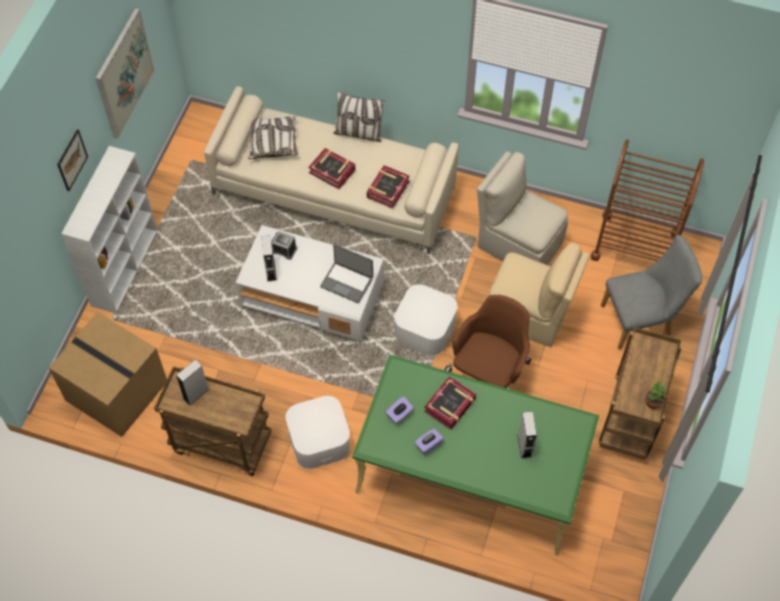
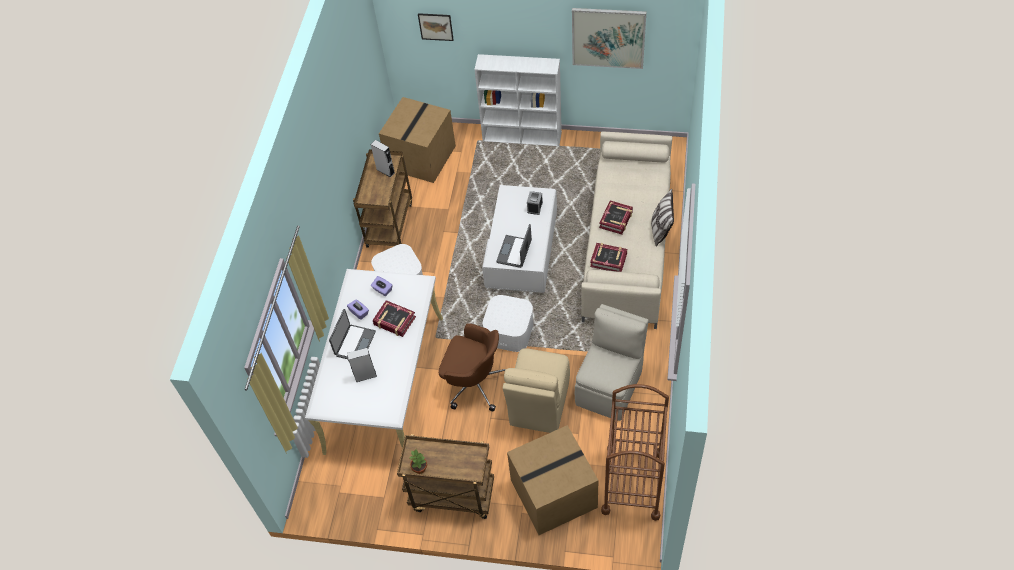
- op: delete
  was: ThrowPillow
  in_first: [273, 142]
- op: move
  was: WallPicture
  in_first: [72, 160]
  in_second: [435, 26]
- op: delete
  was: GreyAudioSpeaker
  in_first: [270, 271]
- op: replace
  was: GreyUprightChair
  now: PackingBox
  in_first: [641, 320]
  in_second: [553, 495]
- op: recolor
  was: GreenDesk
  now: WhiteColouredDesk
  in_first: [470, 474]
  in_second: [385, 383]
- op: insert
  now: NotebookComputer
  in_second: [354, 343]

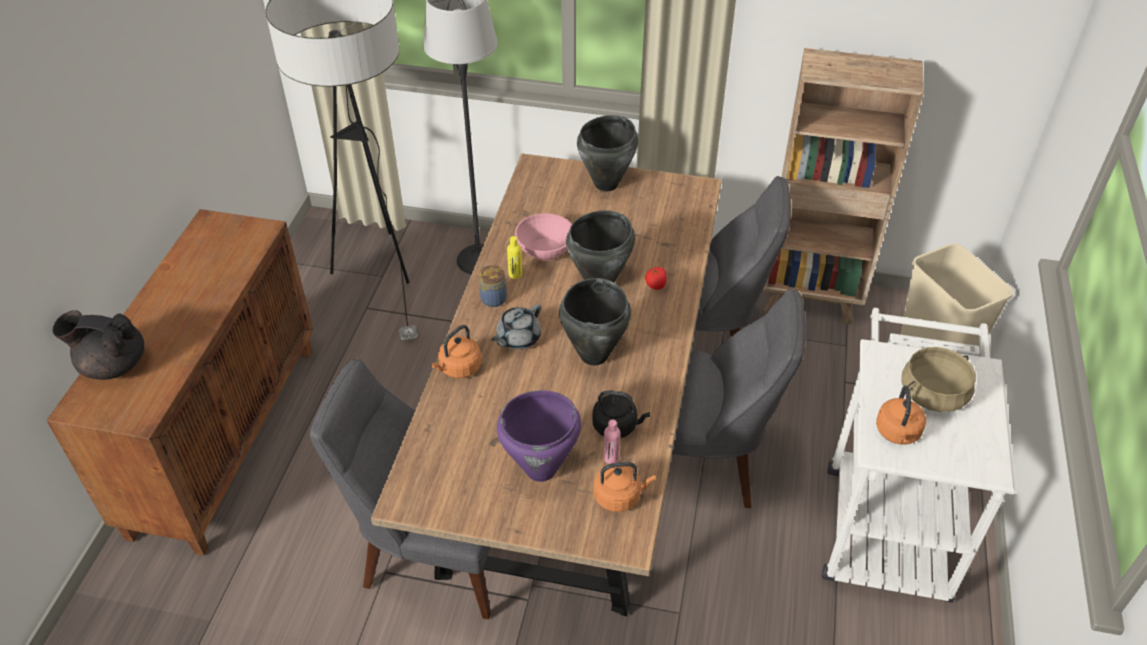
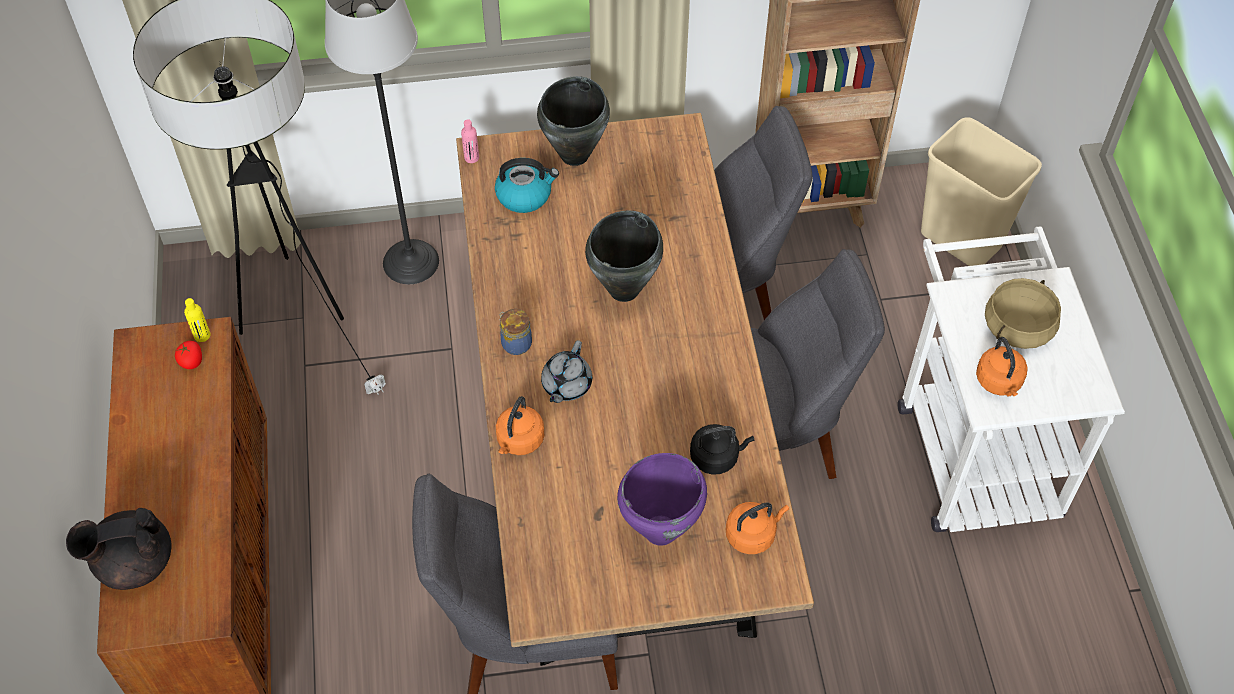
- op: delete
  was: PinkServingBowl
  in_first: [544, 249]
- op: move
  was: YellowBottle
  in_first: [515, 274]
  in_second: [202, 335]
- op: move
  was: WholeTomato
  in_first: [656, 285]
  in_second: [191, 361]
- op: delete
  was: BlackishStockpot
  in_first: [593, 355]
- op: move
  was: PinkBottle
  in_first: [611, 458]
  in_second: [471, 158]
- op: insert
  now: Kettle
  in_second: [525, 195]

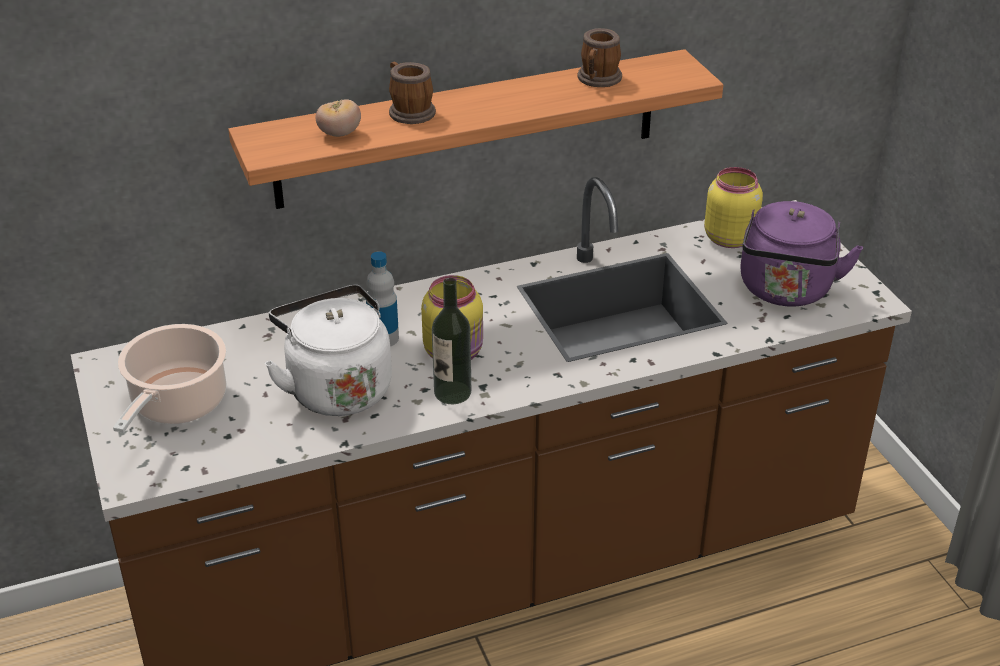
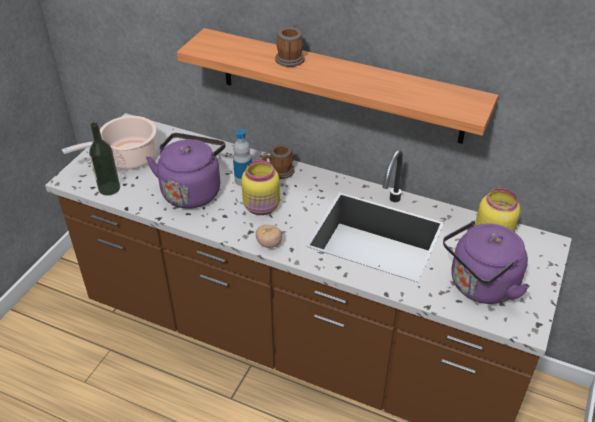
- op: move
  was: Mug
  in_first: [598, 80]
  in_second: [278, 172]
- op: move
  was: WholeTomato
  in_first: [339, 134]
  in_second: [269, 244]
- op: move
  was: Bottle
  in_first: [452, 392]
  in_second: [109, 188]
- op: recolor
  was: WhiteColouredKettle
  now: PurpleColouredKettle
  in_first: [336, 387]
  in_second: [192, 190]

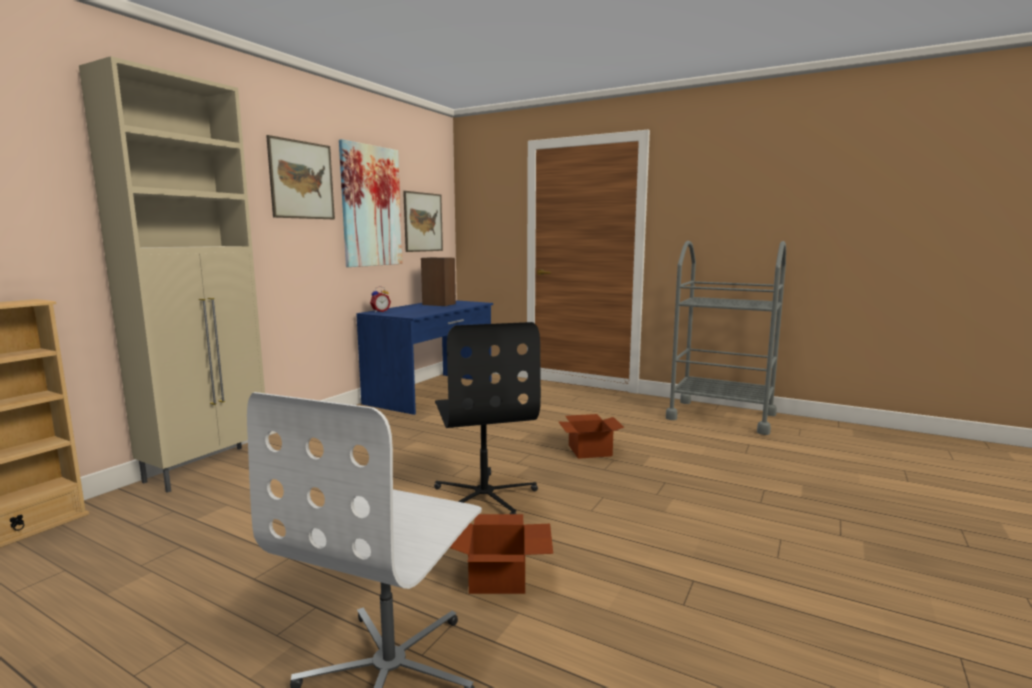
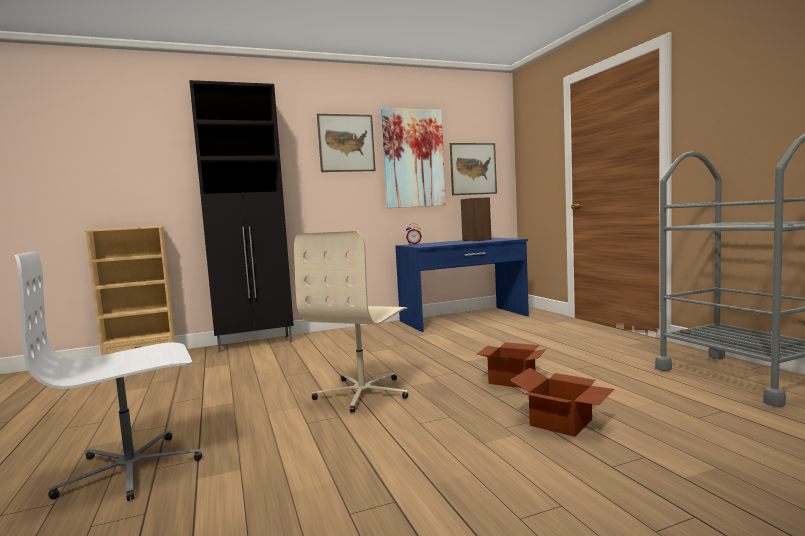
- op: recolor
  was: BeigeCupboard
  now: BlackishCupboard
  in_first: [209, 467]
  in_second: [256, 344]
- op: recolor
  was: BlackishDeskChair
  now: BeigeDeskChair
  in_first: [485, 496]
  in_second: [363, 393]
- op: move
  was: PackingBox
  in_first: [499, 577]
  in_second: [562, 423]

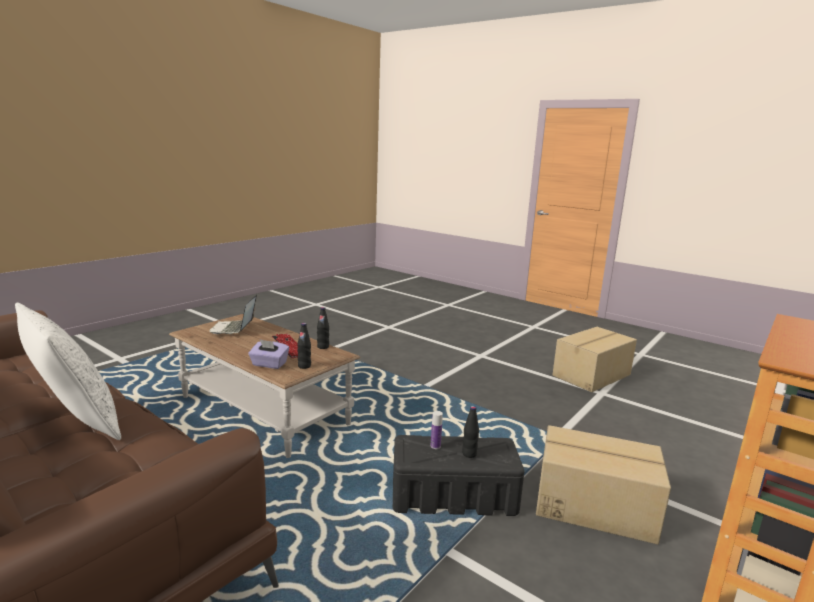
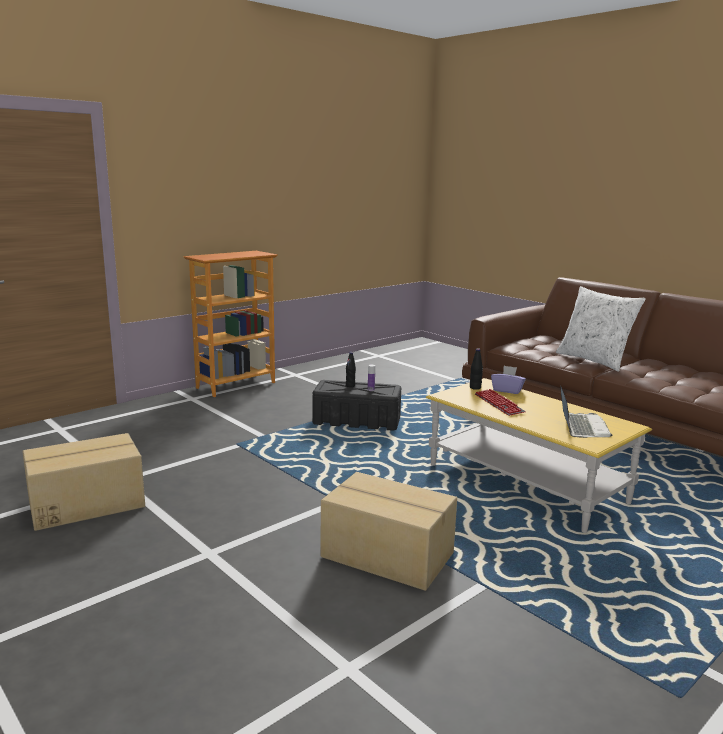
- op: delete
  was: BlackishBottle
  in_first: [323, 347]
- op: recolor
  was: BrownLowTable
  now: YellowLowTable
  in_first: [263, 411]
  in_second: [525, 484]
- op: move
  was: PackingBox
  in_first: [594, 505]
  in_second: [387, 556]

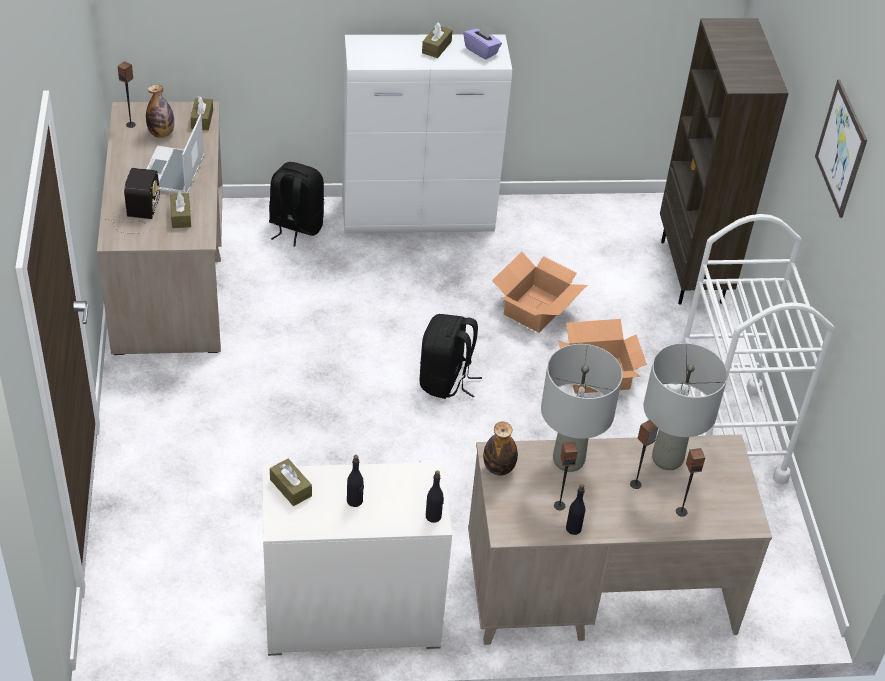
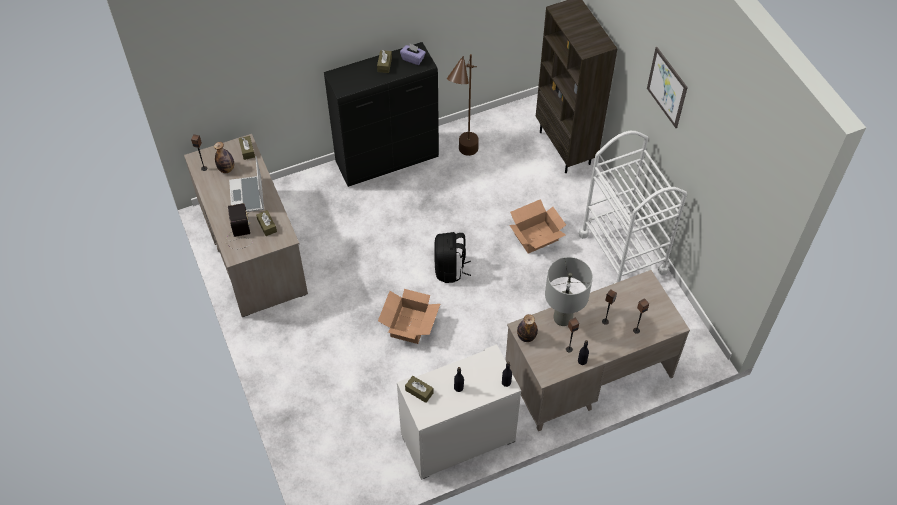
- op: recolor
  was: WhiteColouredCupboard
  now: BlackishCupboard
  in_first: [419, 217]
  in_second: [388, 160]
- op: delete
  was: BlackishKnapsack
  in_first: [295, 226]
- op: move
  was: PackingBox
  in_first: [534, 308]
  in_second: [409, 325]
- op: delete
  was: GreyLampForATable
  in_first: [666, 458]
- op: insert
  now: BrownStandardLamp
  in_second: [463, 160]

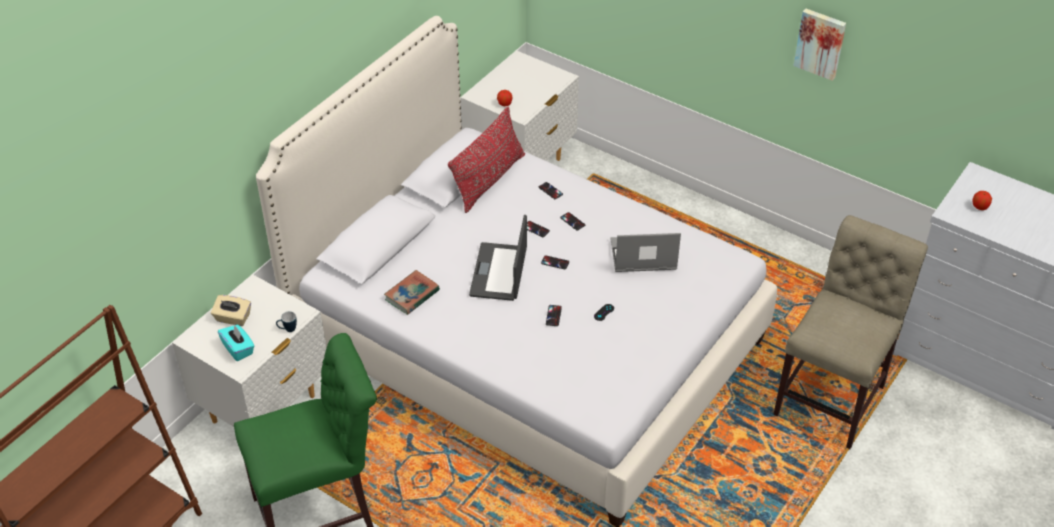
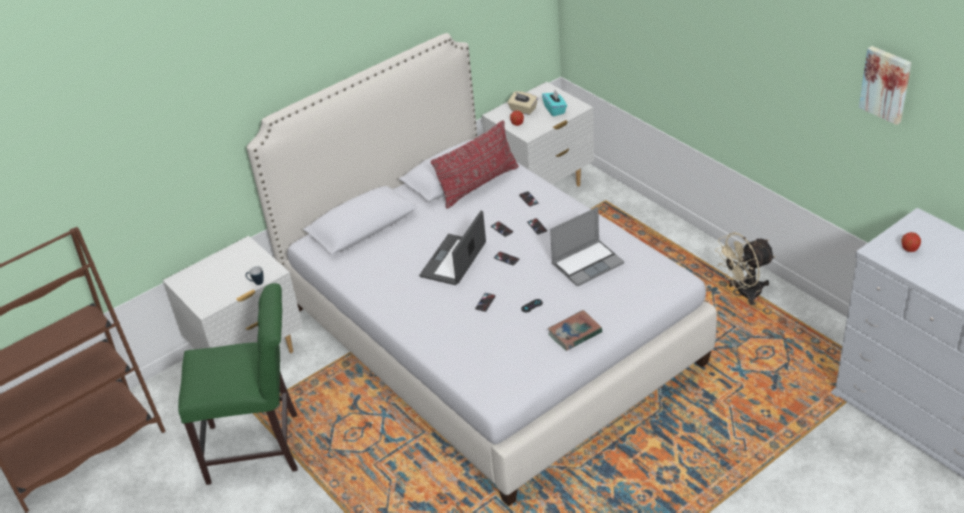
- op: move
  was: WallPicture
  in_first: [820, 43]
  in_second: [886, 84]
- op: delete
  was: BeigeUprightChair
  in_first: [833, 396]
- op: rotate
  was: NotebookComputer
  in_first: [642, 256]
  in_second: [587, 263]
  clockwise: 135
- op: move
  was: BoundBook
  in_first: [412, 295]
  in_second: [575, 333]
- op: move
  was: BeigeBoxOfTissues
  in_first: [233, 318]
  in_second: [523, 110]
- op: move
  was: TurquoiseColouredBoxOfTissues
  in_first: [238, 349]
  in_second: [555, 110]
- op: insert
  now: BeigeElectricFan
  in_second: [743, 293]

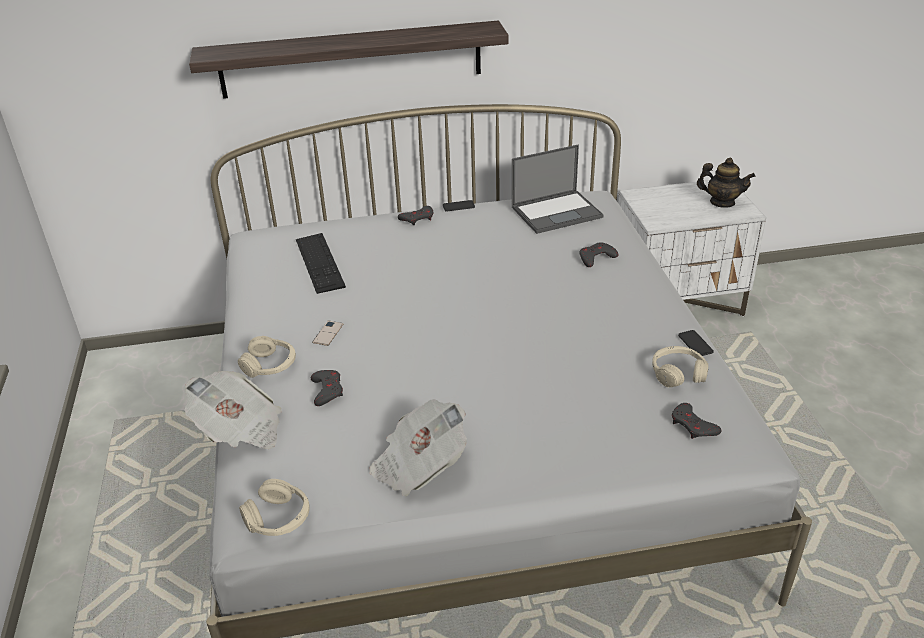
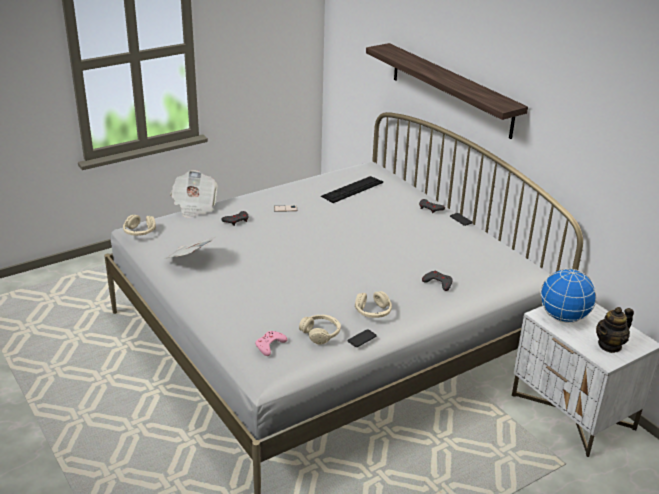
- op: delete
  was: NotebookComputer
  in_first: [557, 212]
- op: rotate
  was: Teapot
  in_first: [722, 202]
  in_second: [610, 345]
  clockwise: 60
- op: move
  was: BeigePairOfHeadphones
  in_first: [270, 365]
  in_second: [373, 312]
- op: recolor
  was: GreyJoypad
  now: PinkJoypad
  in_first: [693, 426]
  in_second: [270, 345]
- op: insert
  now: WorldGlobe
  in_second: [563, 317]

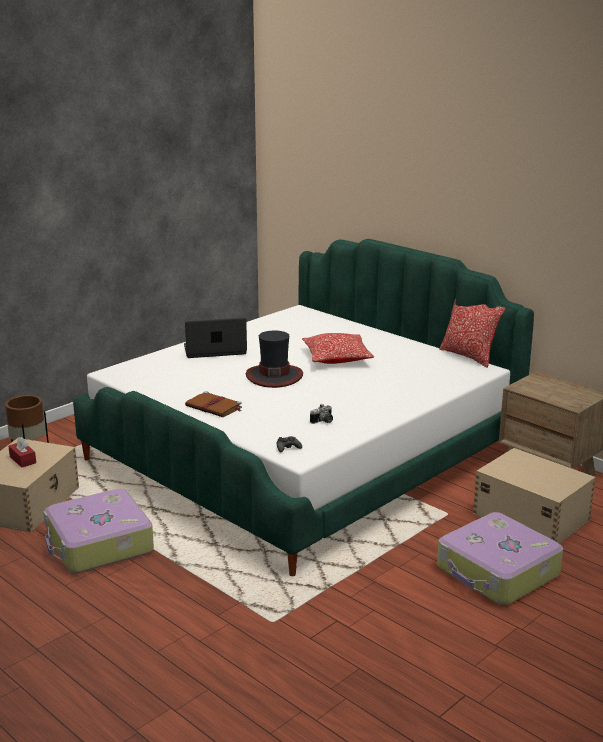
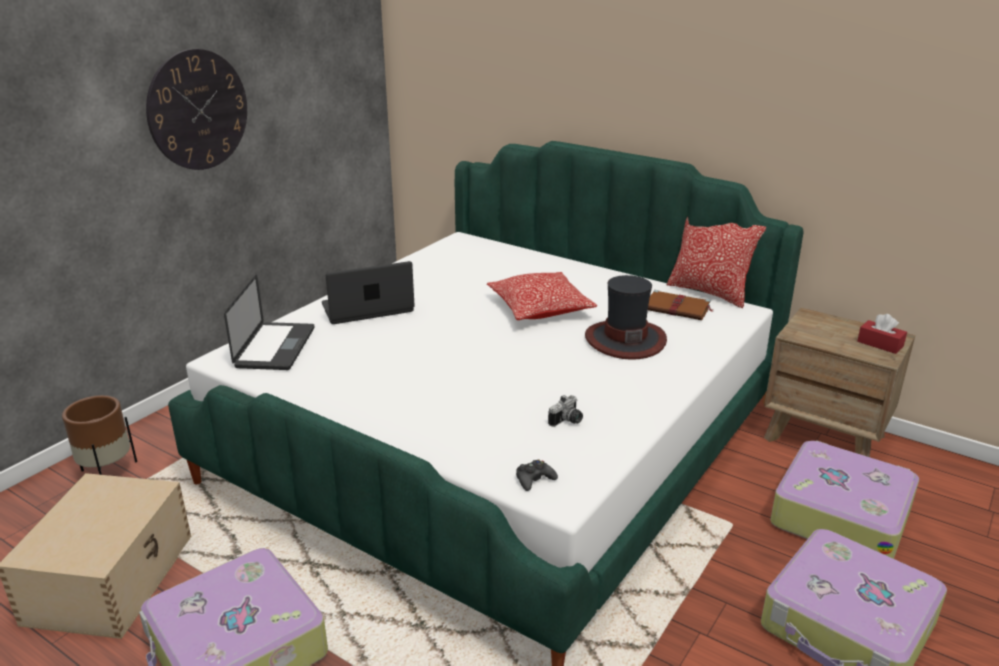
- op: move
  was: WearableHat
  in_first: [274, 376]
  in_second: [625, 339]
- op: move
  was: BrownBoundBook
  in_first: [214, 407]
  in_second: [678, 308]
- op: move
  was: ReddishBoxOfTissues
  in_first: [23, 460]
  in_second: [880, 344]
- op: replace
  was: BeigeStorageBox
  now: PieceOfLuggage
  in_first: [530, 516]
  in_second: [840, 515]
- op: insert
  now: WallClock
  in_second: [198, 110]
- op: insert
  now: NotebookComputer
  in_second: [275, 347]

